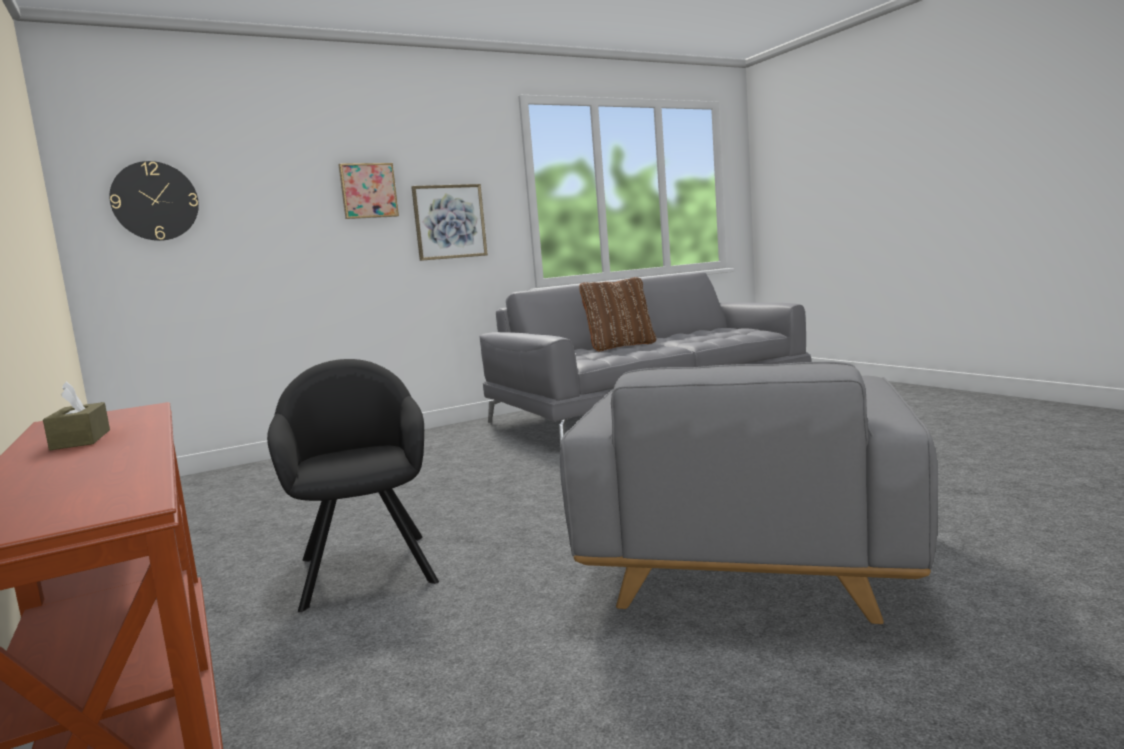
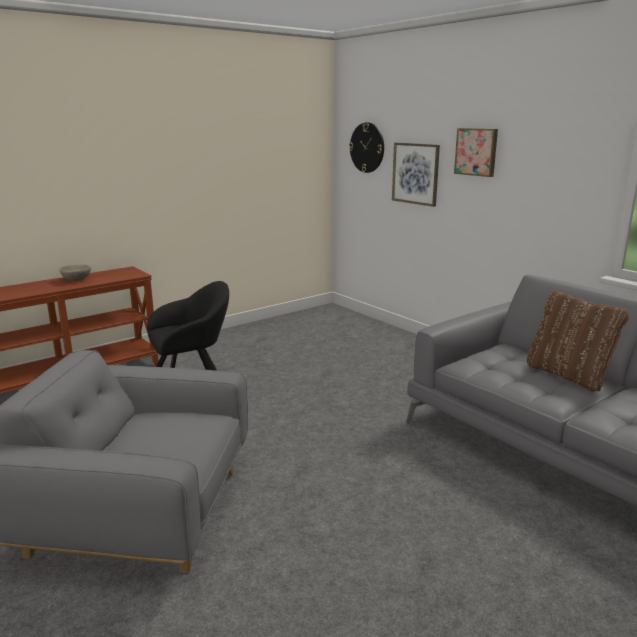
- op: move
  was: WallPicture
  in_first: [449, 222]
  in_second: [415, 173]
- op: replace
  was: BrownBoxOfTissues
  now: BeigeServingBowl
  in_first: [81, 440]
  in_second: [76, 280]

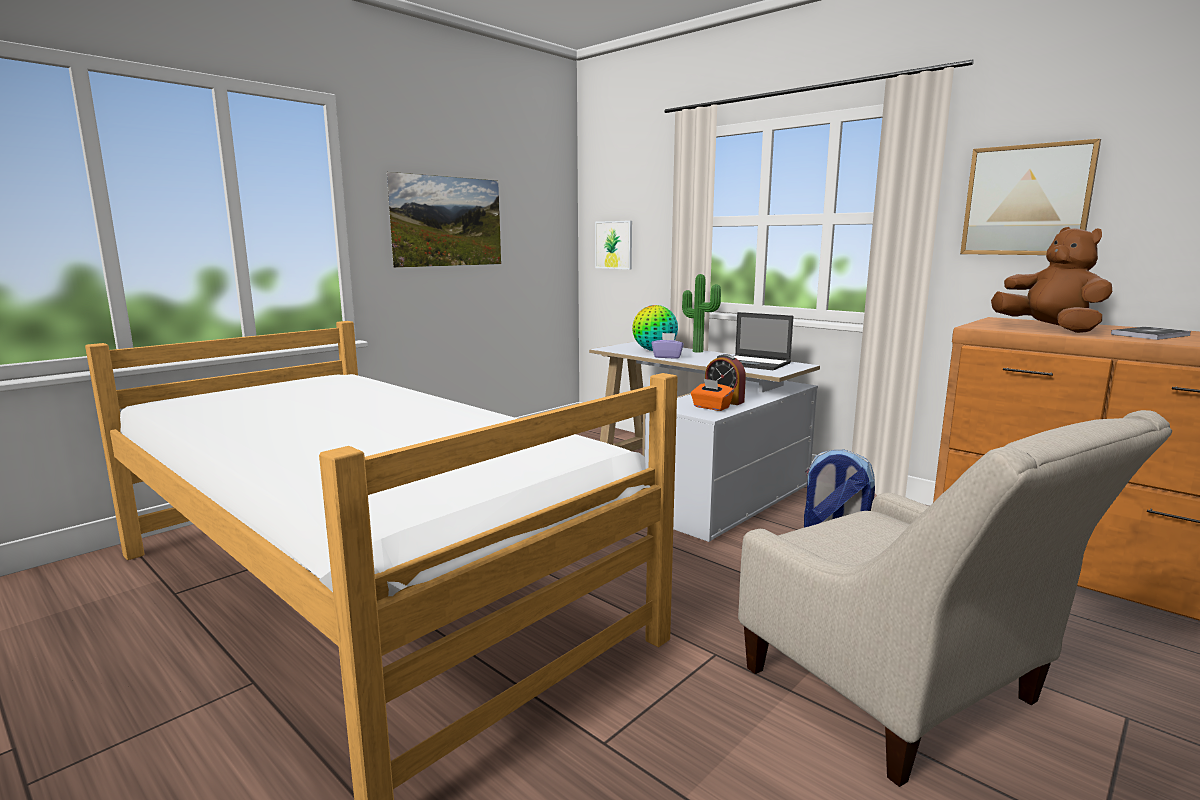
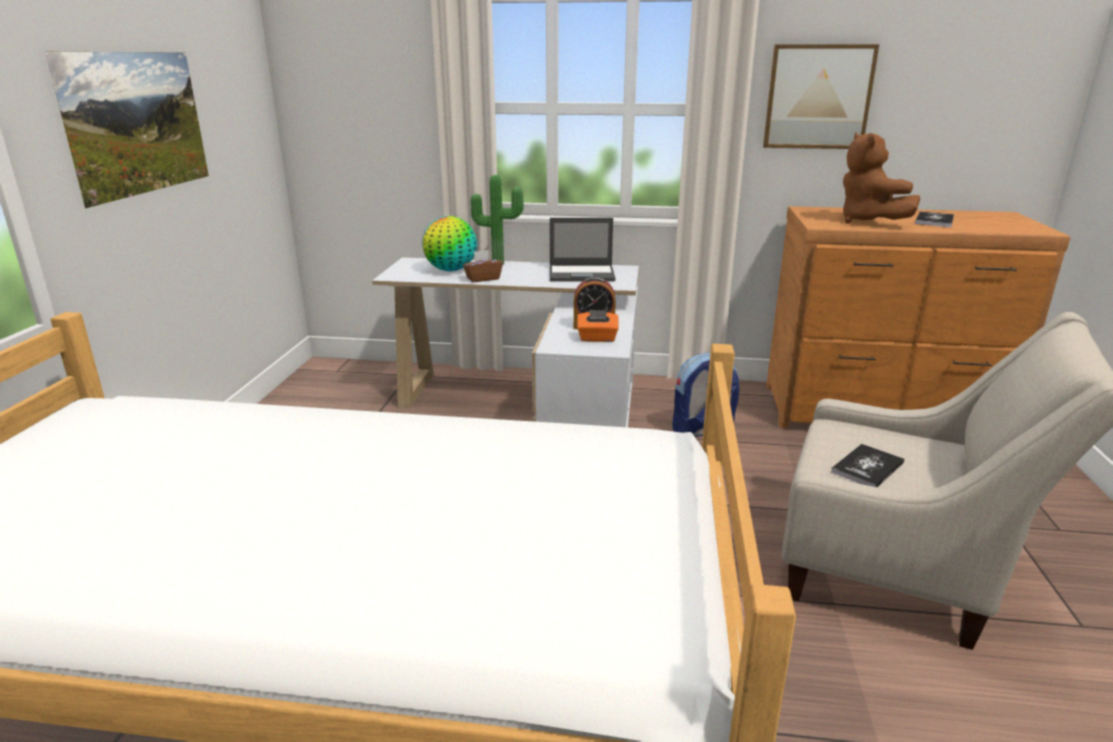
- op: delete
  was: WallPicture
  in_first: [614, 245]
- op: rotate
  was: BrownSoftToy
  in_first: [1049, 329]
  in_second: [867, 221]
  clockwise: -135
- op: recolor
  was: PurpleColouredBoxOfTissues
  now: BrownBoxOfTissues
  in_first: [667, 357]
  in_second: [483, 279]
- op: insert
  now: BoundBook
  in_second: [867, 467]

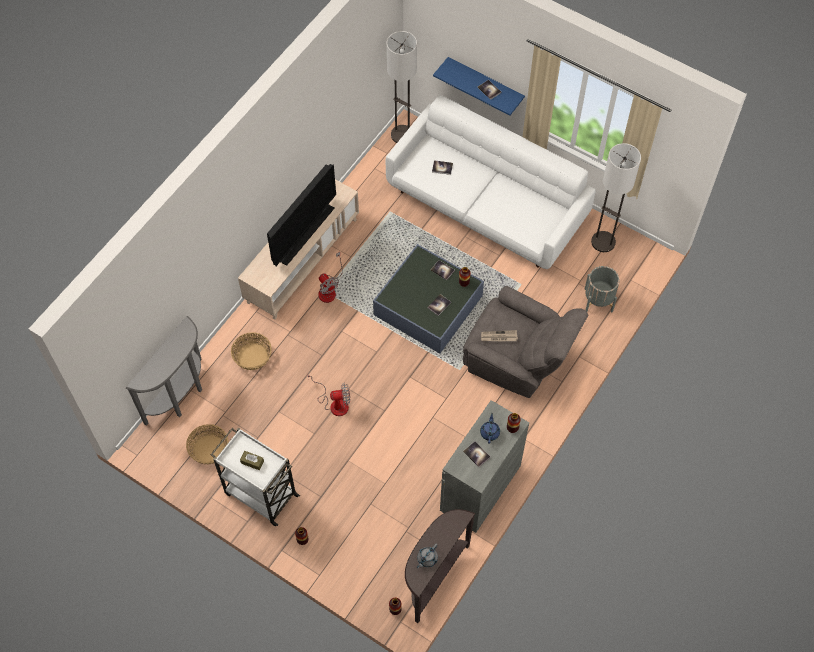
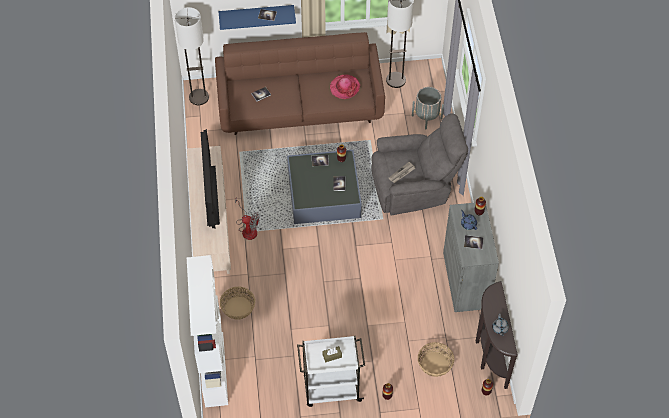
- op: recolor
  was: WhiteColouredSofa
  now: BrownSofa
  in_first: [486, 206]
  in_second: [300, 107]
- op: replace
  was: GreyHallTable
  now: WhiteColouredBookcase
  in_first: [181, 396]
  in_second: [213, 369]
- op: delete
  was: ElectricFan
  in_first: [334, 403]
- op: move
  was: HouseholdBasket
  in_first: [209, 449]
  in_second: [435, 364]
- op: insert
  now: WearableHat
  in_second: [344, 87]

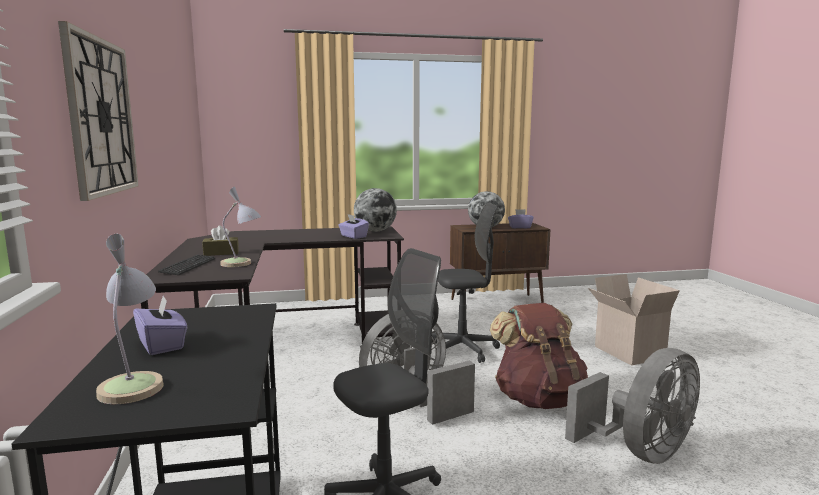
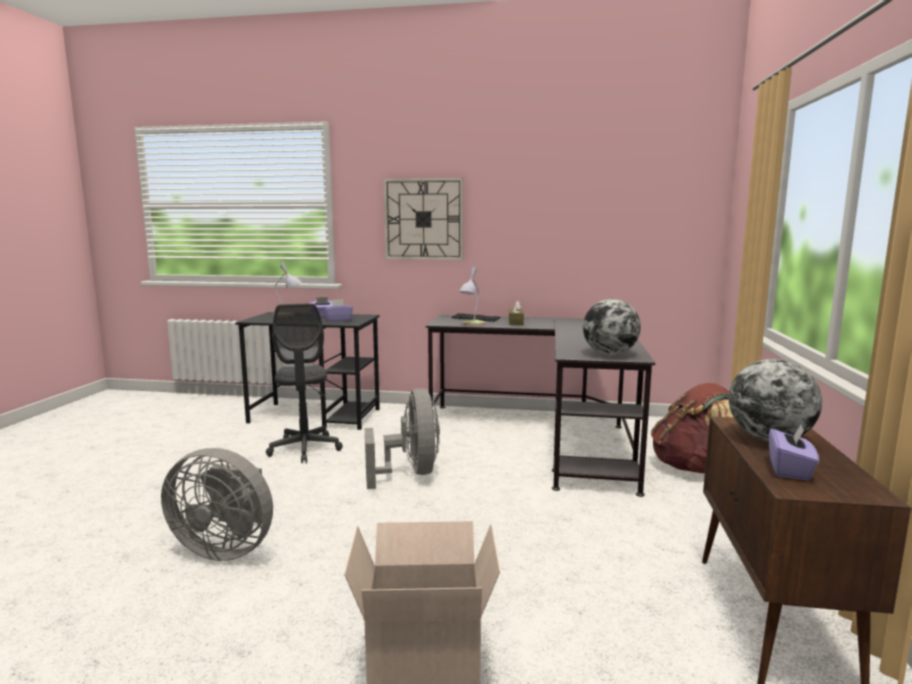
- op: delete
  was: GreyDeskChair
  in_first: [463, 349]
- op: move
  was: PurpleColouredBoxOfTissues
  in_first: [353, 236]
  in_second: [338, 320]
- op: move
  was: BrownKnapsack
  in_first: [538, 399]
  in_second: [692, 467]
- op: rotate
  was: GreyElectricFan
  in_first: [641, 452]
  in_second: [226, 548]
  clockwise: -60

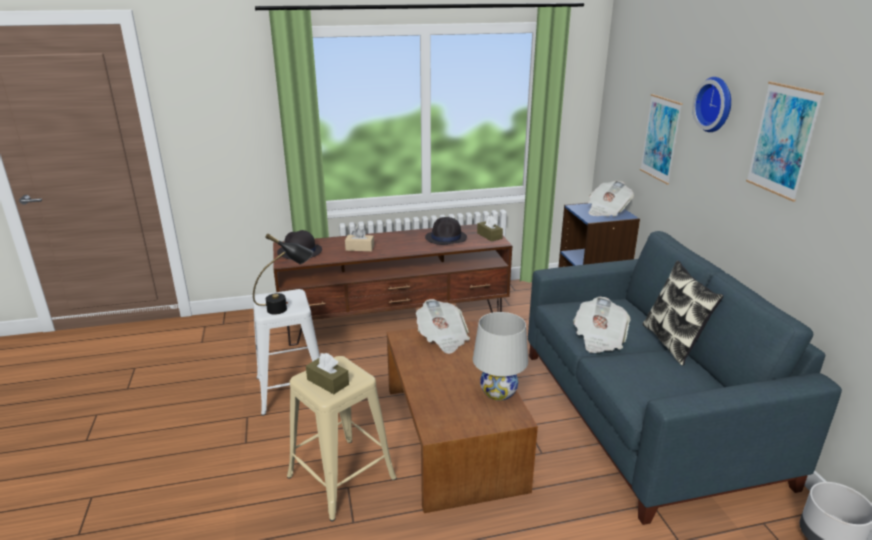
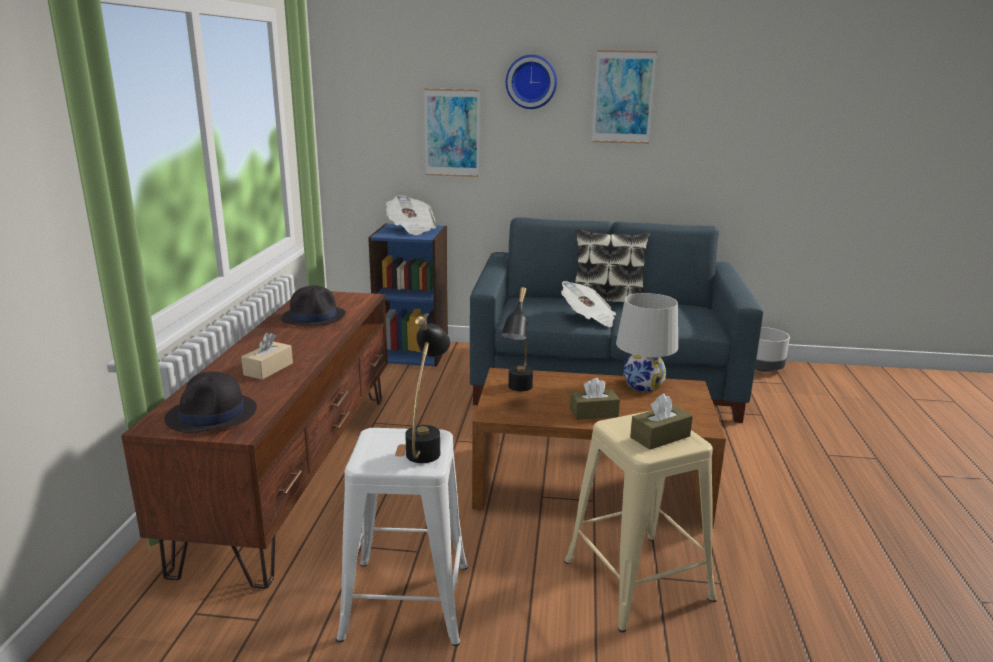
- op: move
  was: BrownBoxOfTissues
  in_first: [489, 236]
  in_second: [594, 413]
- op: replace
  was: DailyPaper
  now: BlackishLampForATable
  in_first: [442, 338]
  in_second: [518, 391]

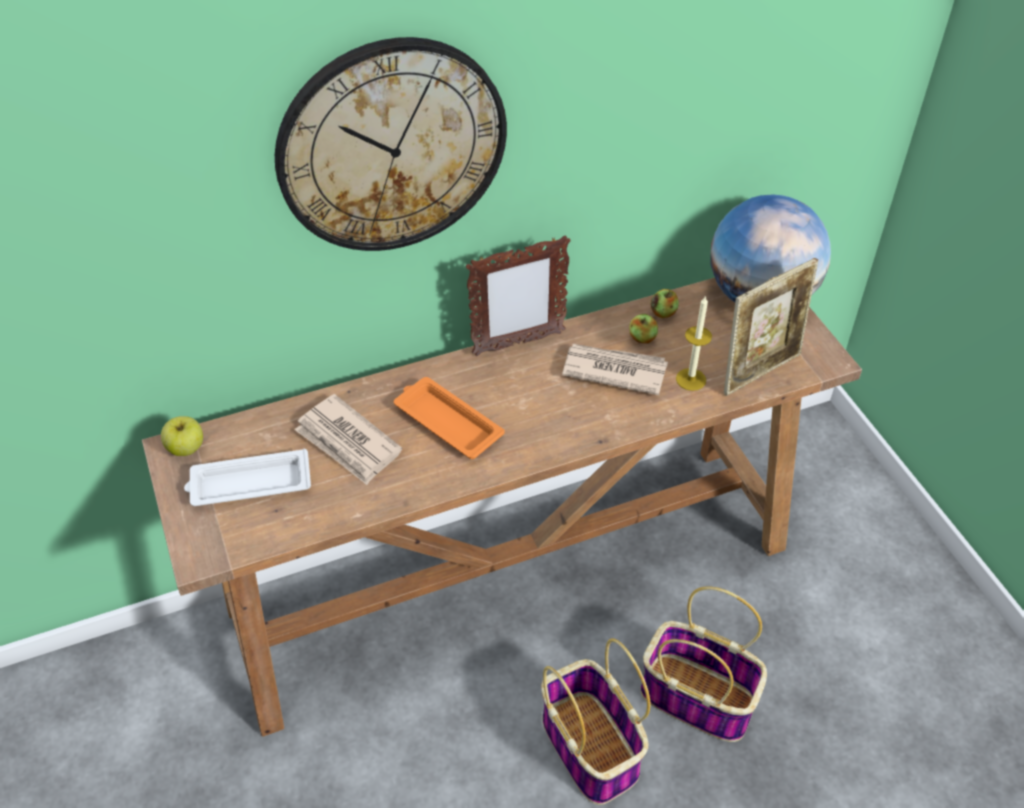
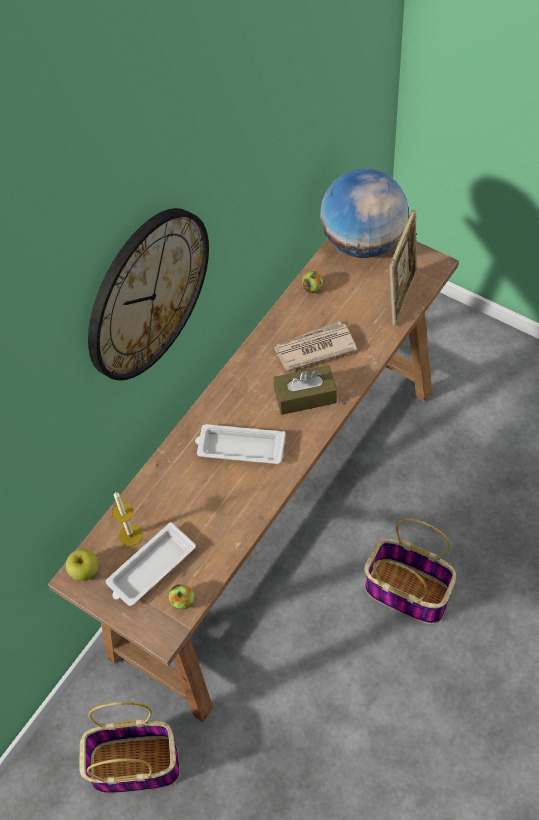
- op: delete
  was: PhotoFrame
  in_first: [517, 343]
- op: move
  was: Candle
  in_first: [691, 379]
  in_second: [130, 535]
- op: move
  was: AppleFruit
  in_first: [642, 338]
  in_second: [182, 601]
- op: recolor
  was: OrangeColouredTray
  now: WhiteColouredTray
  in_first: [446, 422]
  in_second: [239, 447]
- op: delete
  was: DailyPaper
  in_first: [348, 443]
- op: move
  was: HouseholdBasket
  in_first: [699, 698]
  in_second: [136, 764]
- op: insert
  now: BrownBoxOfTissues
  in_second: [305, 396]

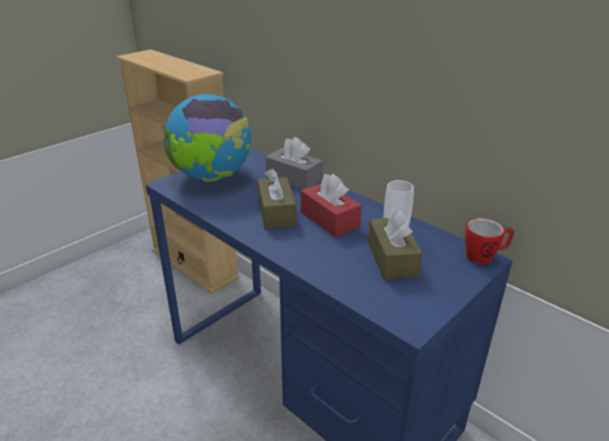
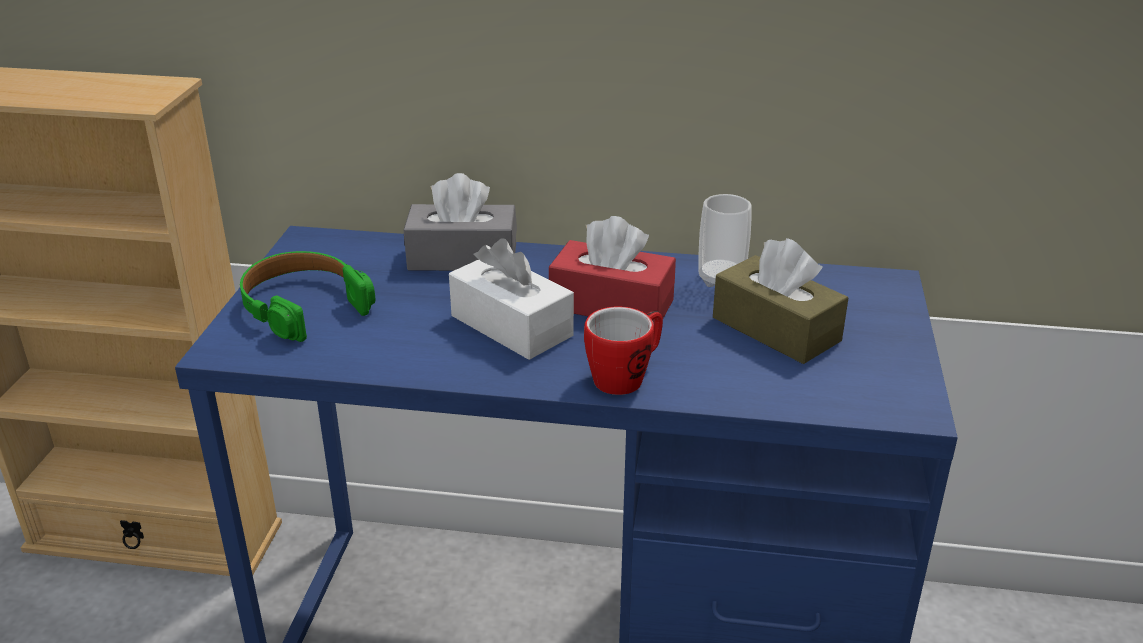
- op: replace
  was: WorldGlobe
  now: GreenPairOfHeadphones
  in_first: [212, 177]
  in_second: [303, 306]
- op: recolor
  was: BrownBoxOfTissues
  now: WhiteColouredBoxOfTissues
  in_first: [276, 213]
  in_second: [511, 326]
- op: move
  was: Mug
  in_first: [484, 256]
  in_second: [626, 377]

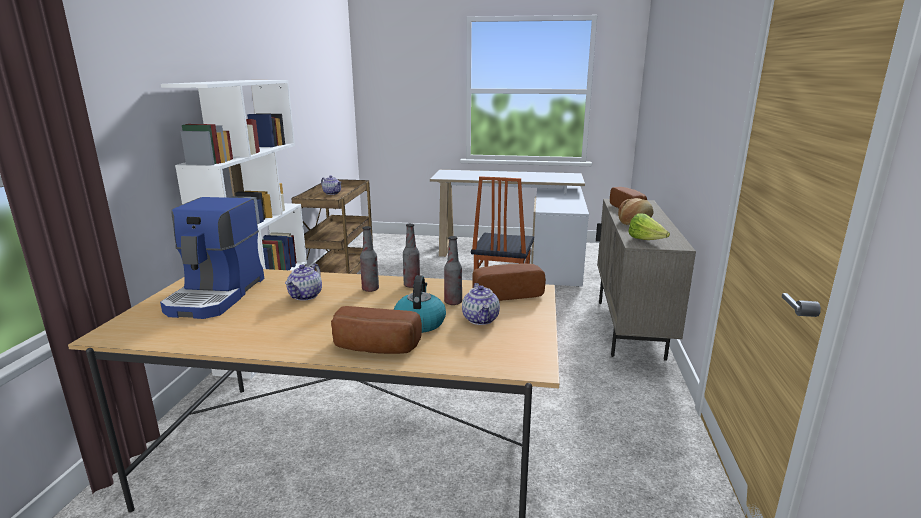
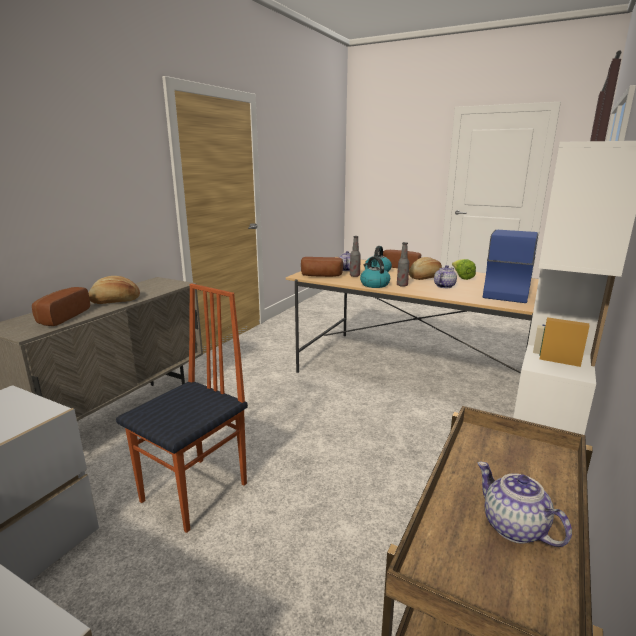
- op: move
  was: LettuceHead
  in_first: [645, 240]
  in_second: [461, 277]
- op: replace
  was: Bottle
  now: Kettle
  in_first: [412, 285]
  in_second: [374, 284]
- op: insert
  now: BakedBread
  in_second: [425, 277]

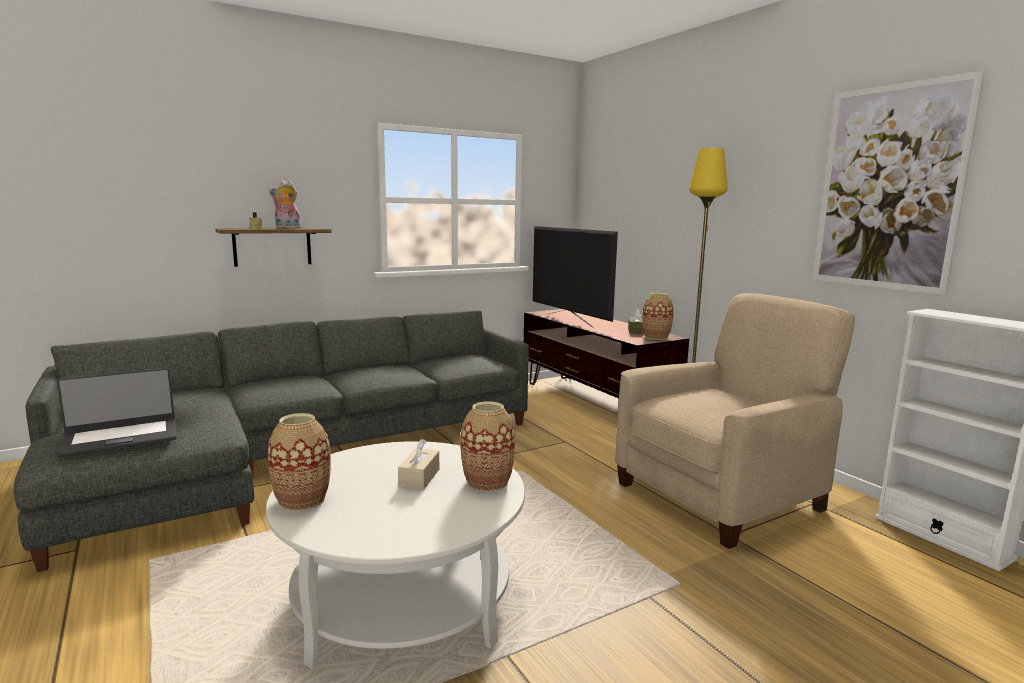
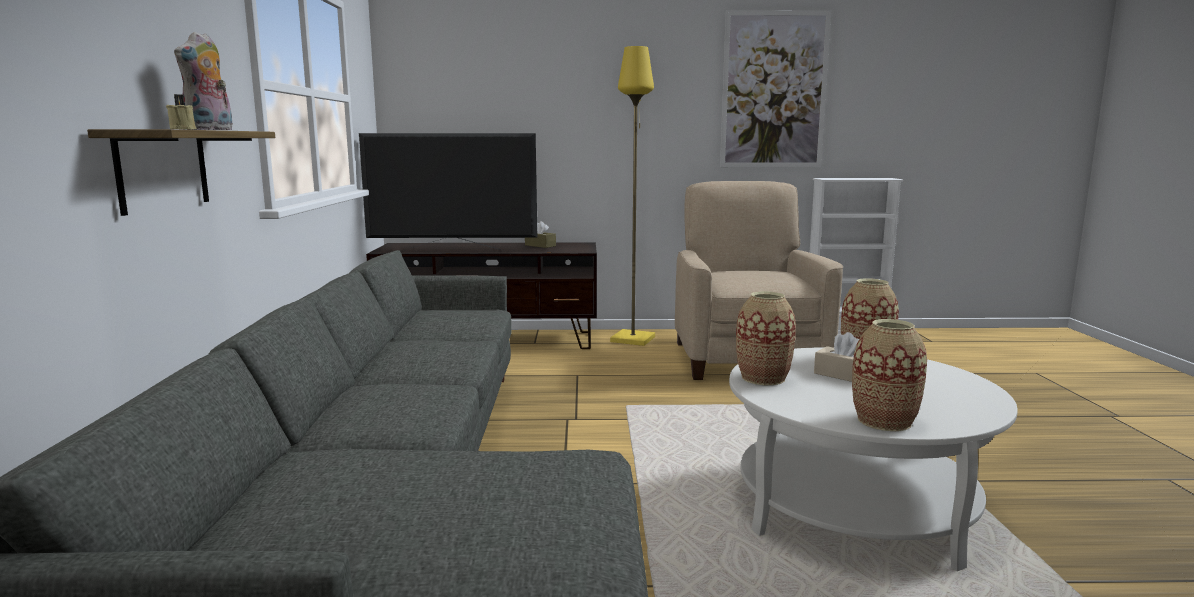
- op: move
  was: DecorativeVase
  in_first: [656, 337]
  in_second: [763, 378]
- op: delete
  was: NotebookComputer
  in_first: [121, 437]

